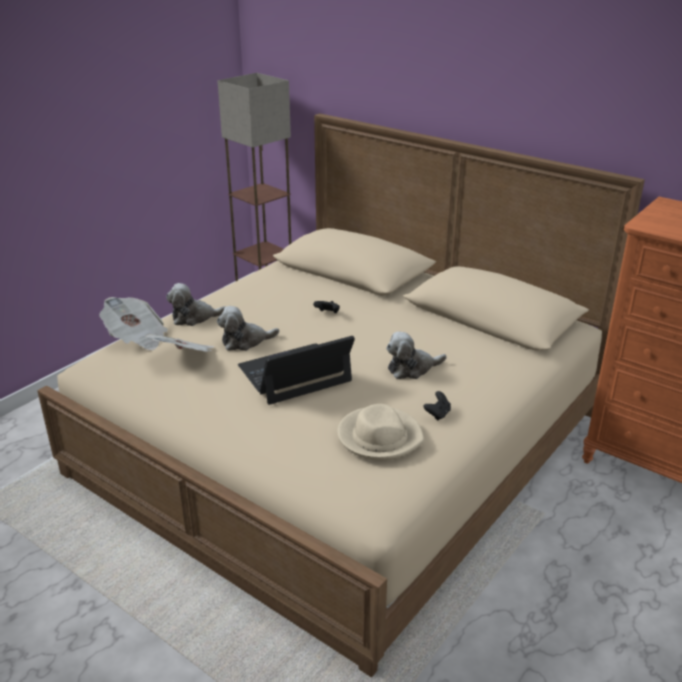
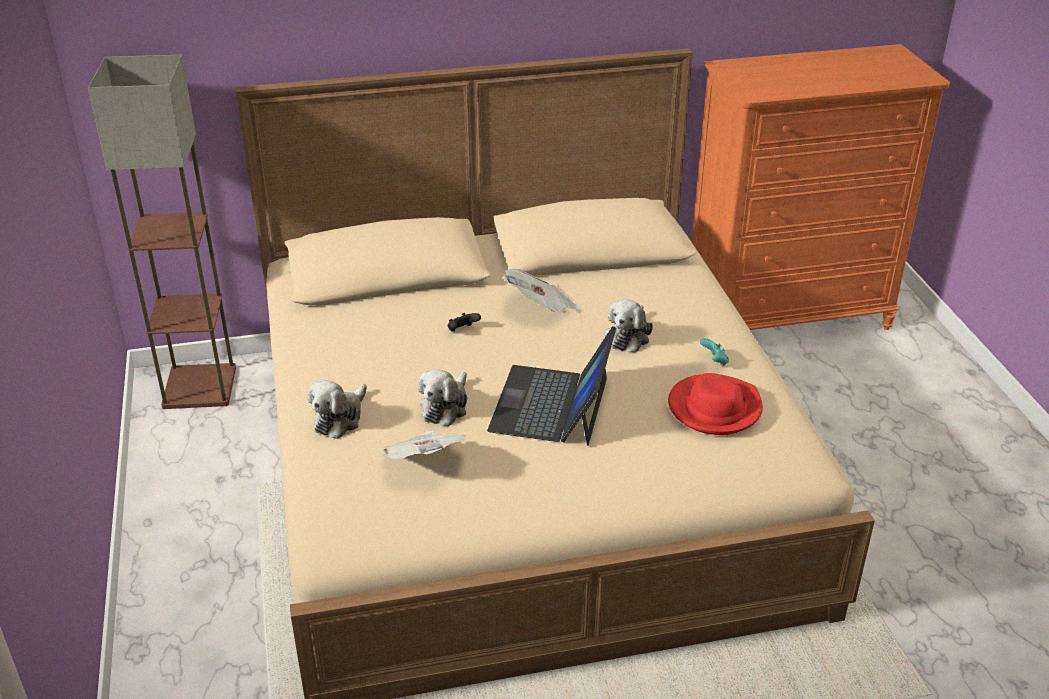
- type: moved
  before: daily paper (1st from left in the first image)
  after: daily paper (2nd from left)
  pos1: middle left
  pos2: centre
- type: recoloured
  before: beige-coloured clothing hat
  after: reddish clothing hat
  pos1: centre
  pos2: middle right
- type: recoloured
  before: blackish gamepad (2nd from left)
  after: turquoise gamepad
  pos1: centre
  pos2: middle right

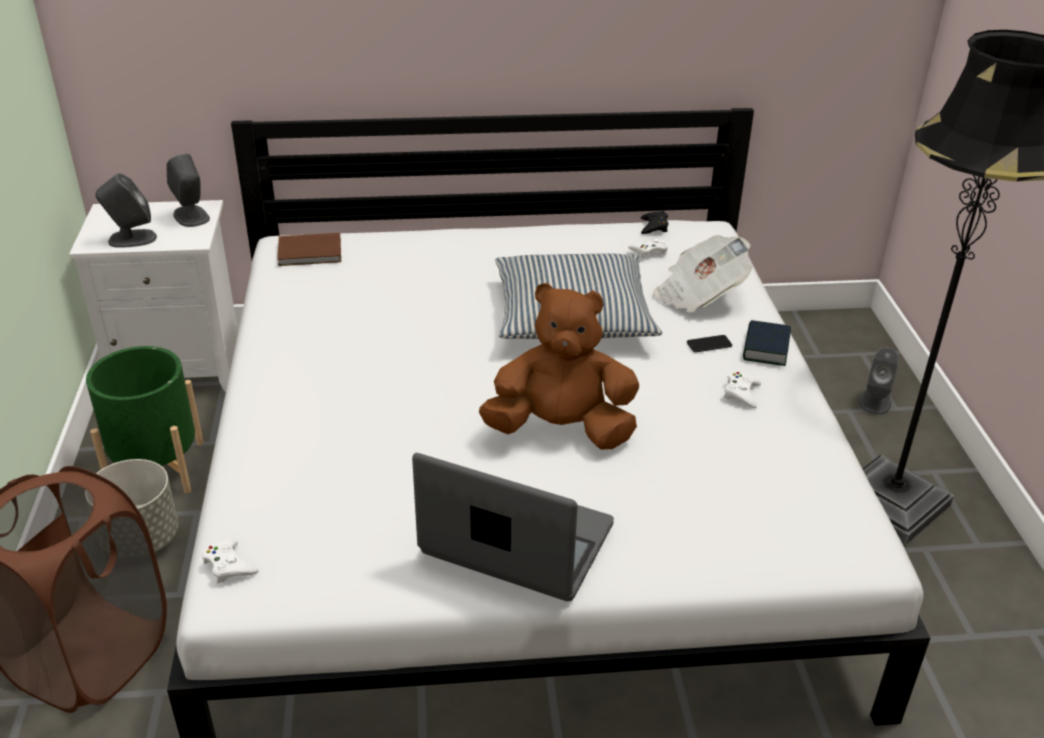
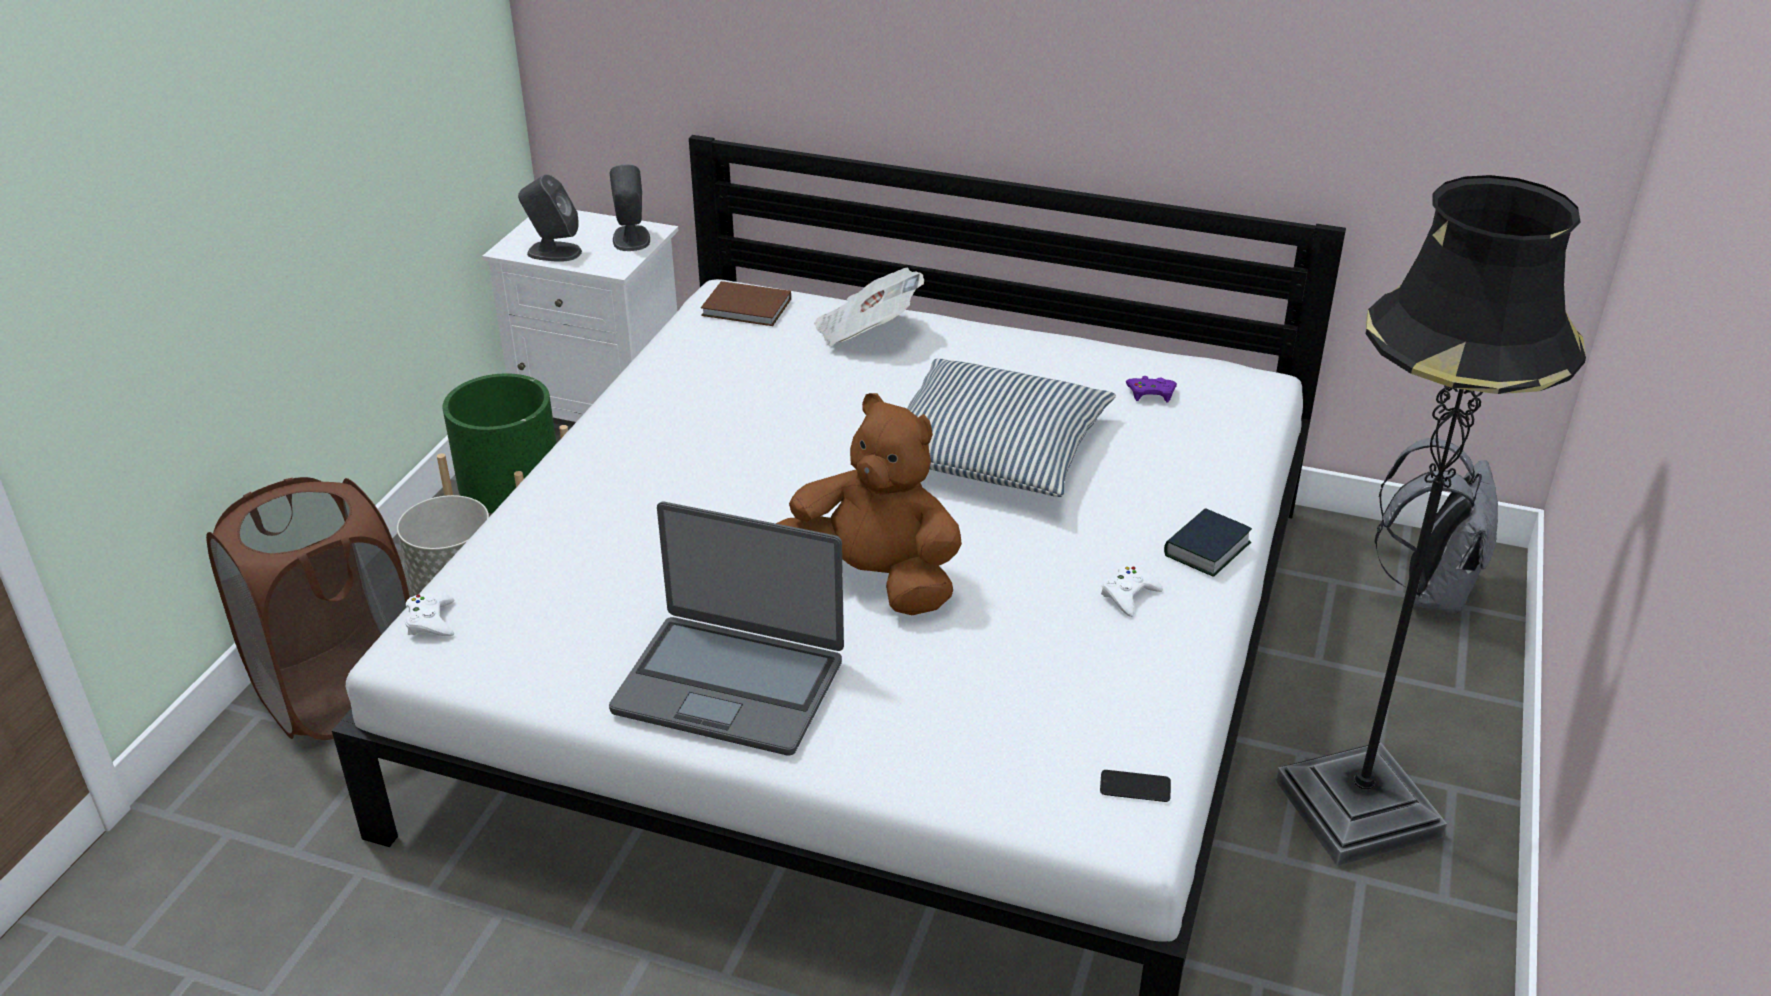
- type: removed
  before: blackish gamepad
  pos1: top centre
- type: removed
  before: gray speaker (3rd from left)
  pos1: middle right
- type: added
  after: gray rucksack
  pos2: middle right
- type: moved
  before: daily paper
  pos1: middle right
  pos2: top centre
- type: moved
  before: handset
  pos1: middle right
  pos2: bottom centre
- type: recoloured
  before: white-coloured gamepad (2nd from left)
  after: purplish gamepad
  pos1: centre
  pos2: centre
- type: turned
  before: notebook computer
  pos1: bottom centre
  pos2: centre
  turn: 150

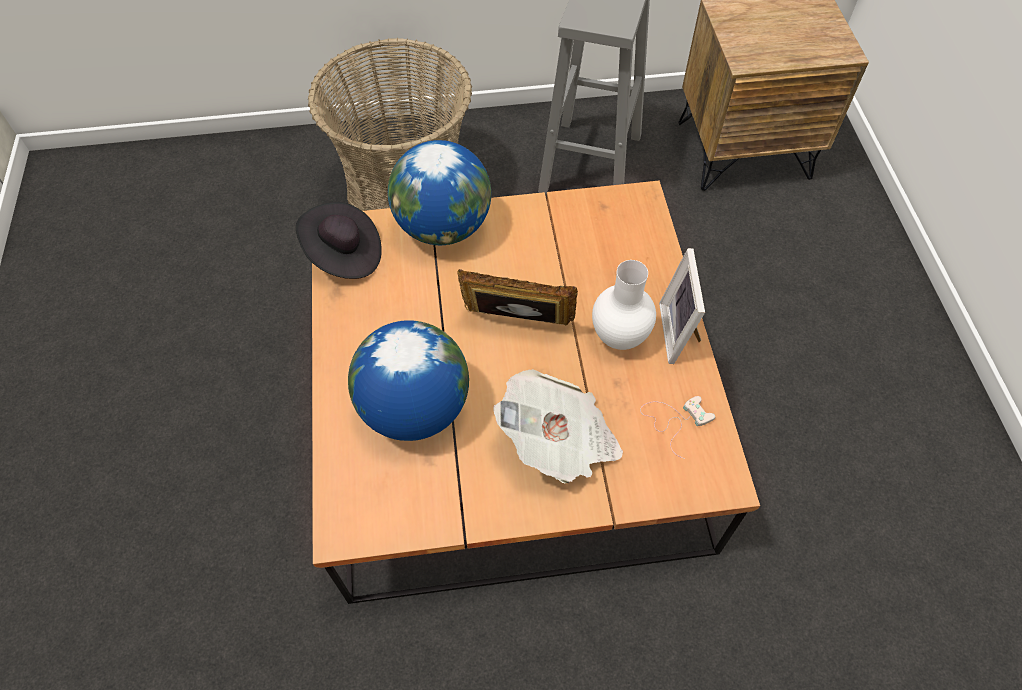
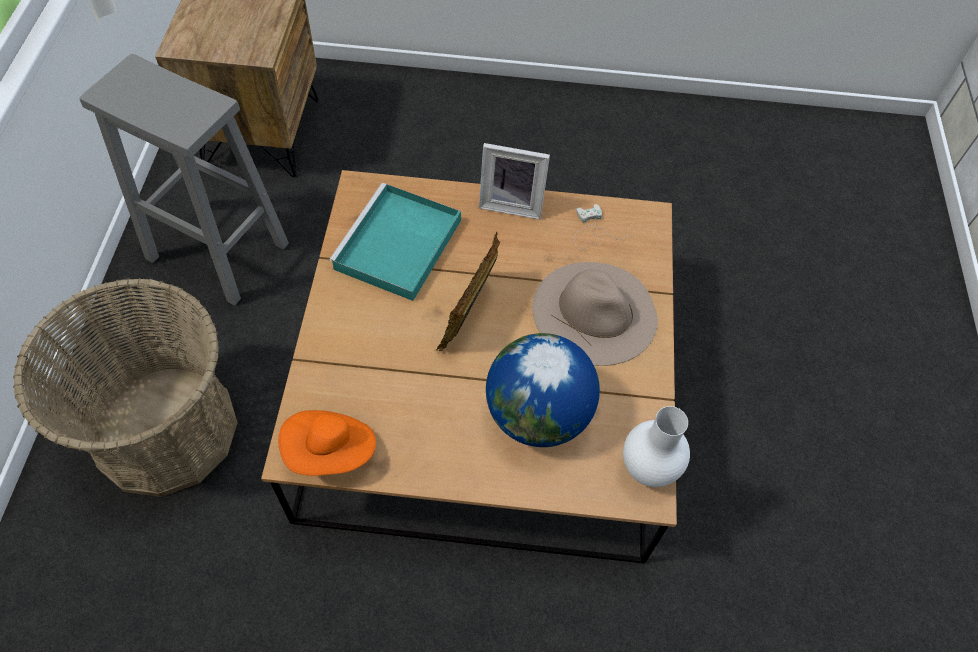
- type: removed
  before: globe (2nd from left)
  pos1: top centre
- type: added
  after: turquoise tray
  pos2: centre
- type: moved
  before: white-coloured vase
  pos1: centre
  pos2: bottom right
- type: replaced
  before: daily paper
  after: beige-coloured clothing hat
  pos1: centre
  pos2: centre
- type: recoloured
  before: blackish clothing hat
  after: orange-coloured clothing hat
  pos1: middle left
  pos2: bottom centre

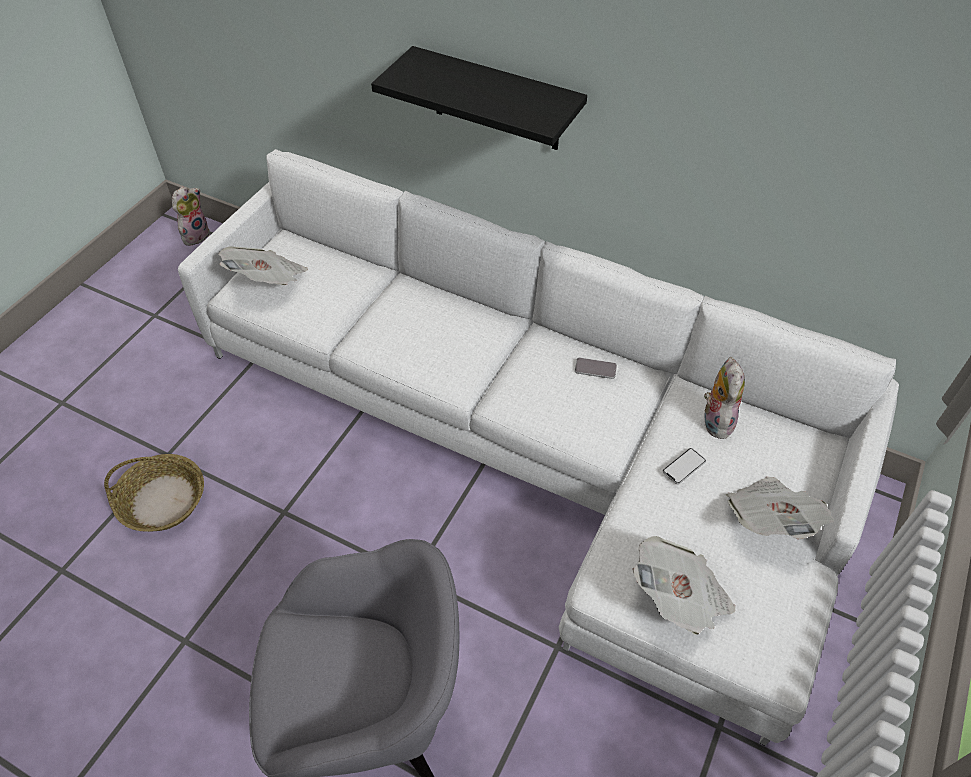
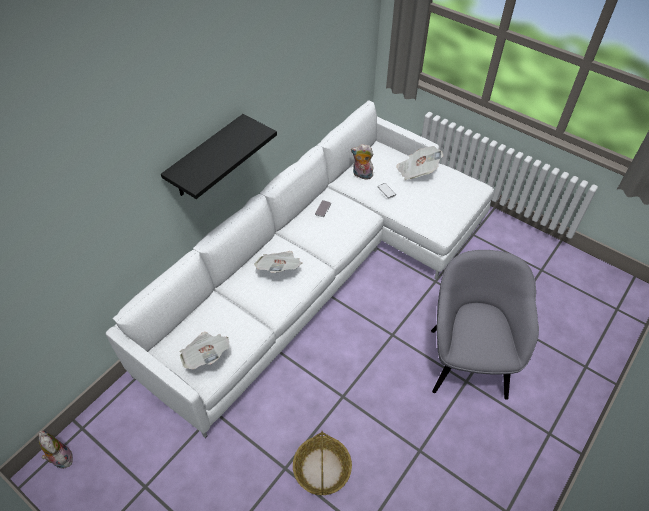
- type: moved
  before: daily paper (2nd from left)
  pos1: bottom right
  pos2: centre

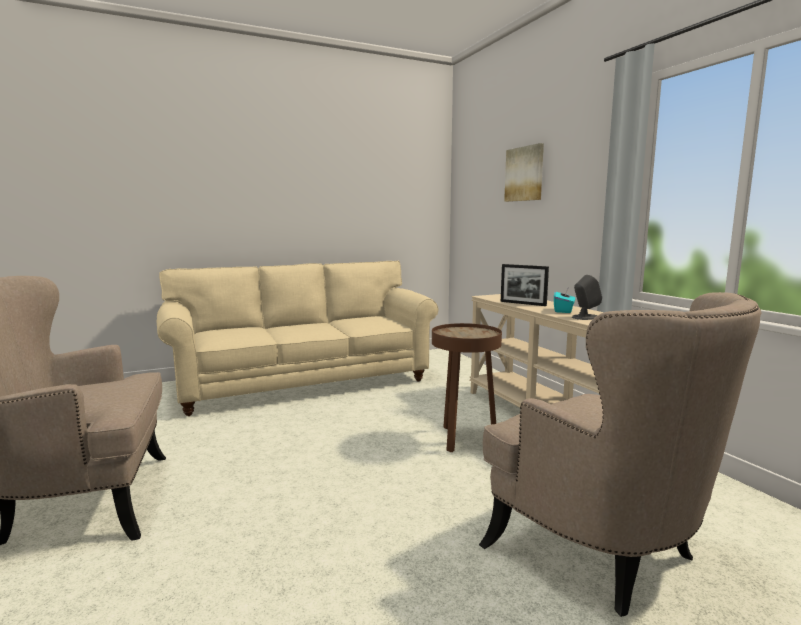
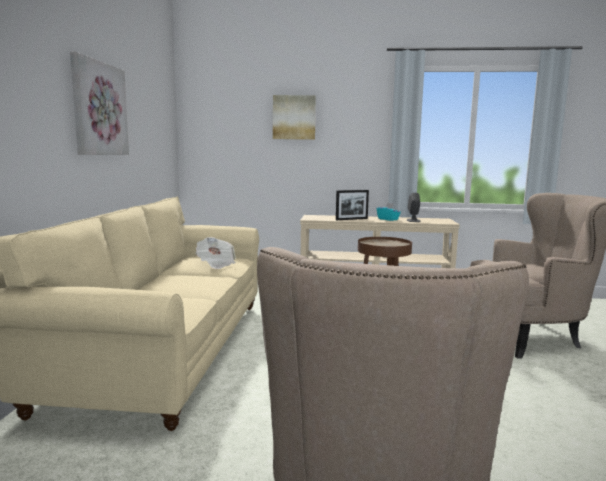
- type: added
  after: picture (1st from left)
  pos2: top left
- type: added
  after: daily paper
  pos2: centre

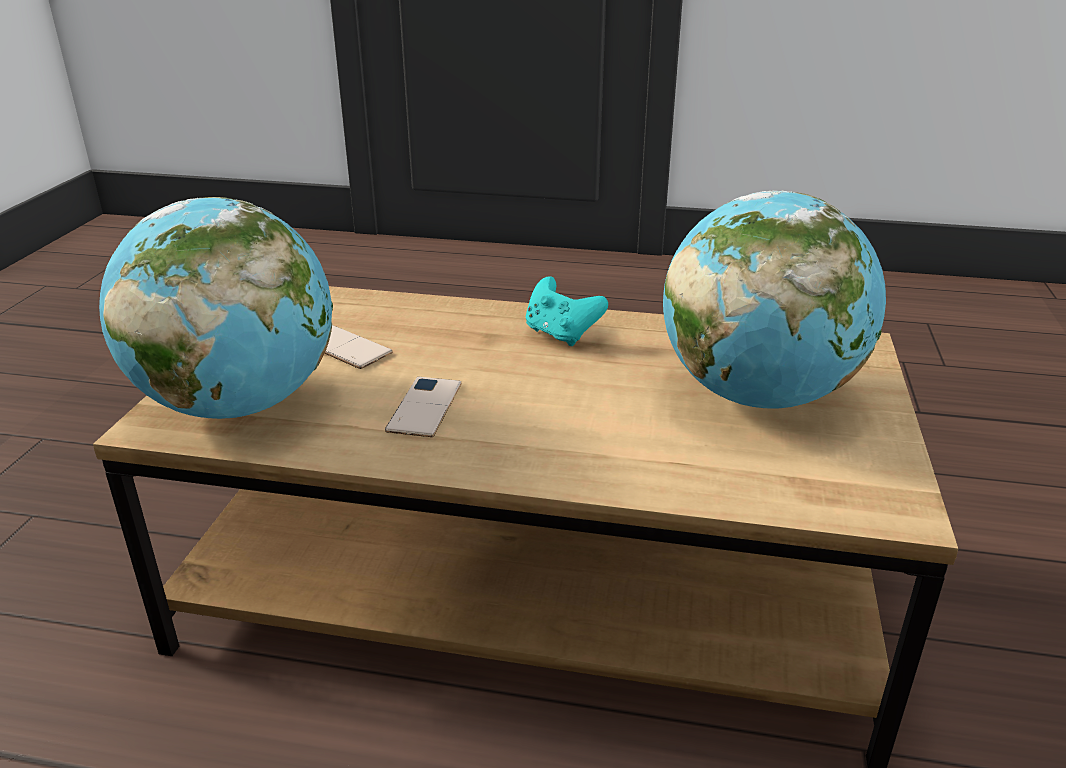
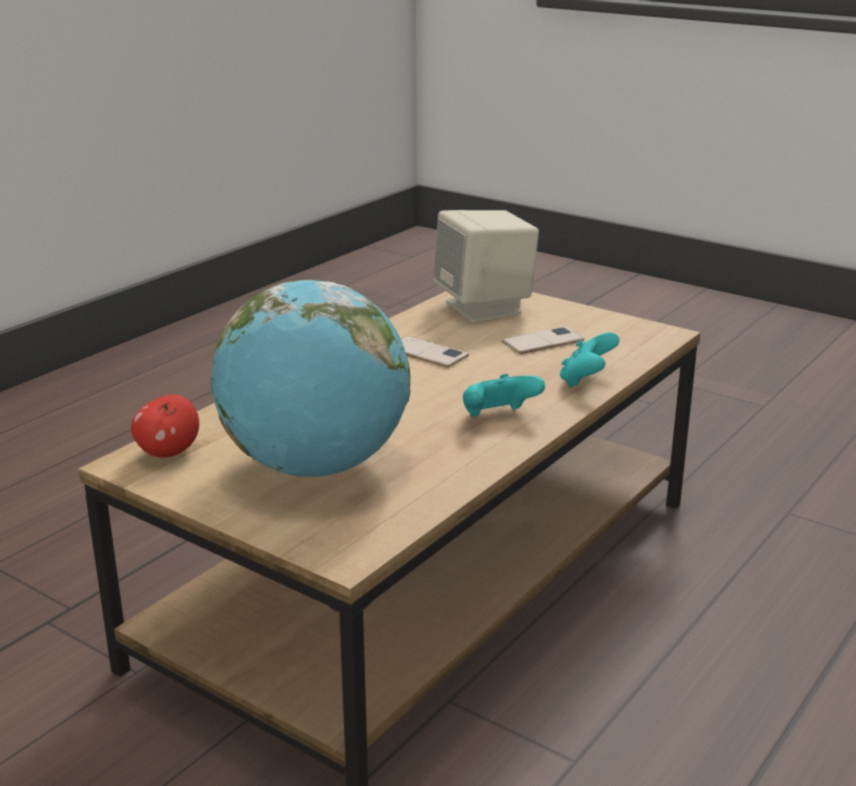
- type: added
  after: apple
  pos2: middle left
- type: added
  after: turquoise gamepad (2nd from left)
  pos2: middle right
- type: replaced
  before: globe (1st from left)
  after: beige-coloured speaker
  pos1: middle left
  pos2: centre

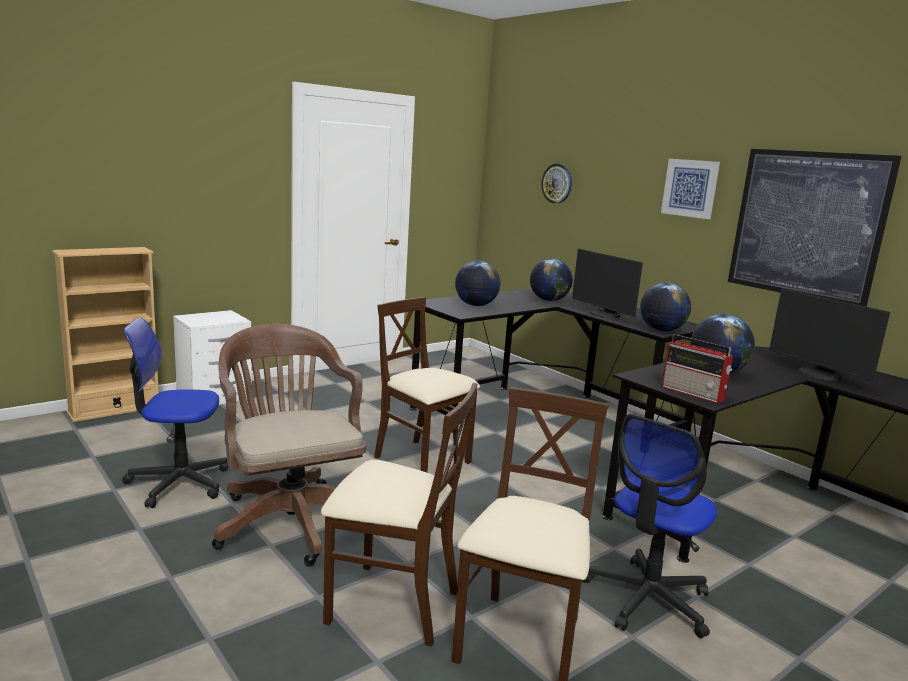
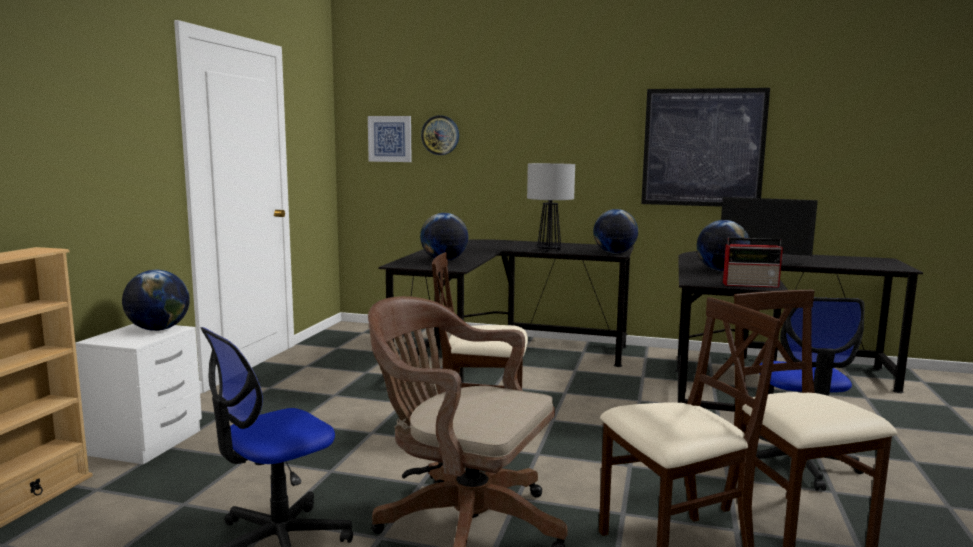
- type: moved
  before: globe (2nd from left in the first image)
  after: globe (1st from left)
  pos1: centre
  pos2: middle left
- type: moved
  before: picture (1st from left)
  pos1: top right
  pos2: top centre
- type: replaced
  before: computer screen (1st from left)
  after: tabletop lamp
  pos1: middle right
  pos2: centre

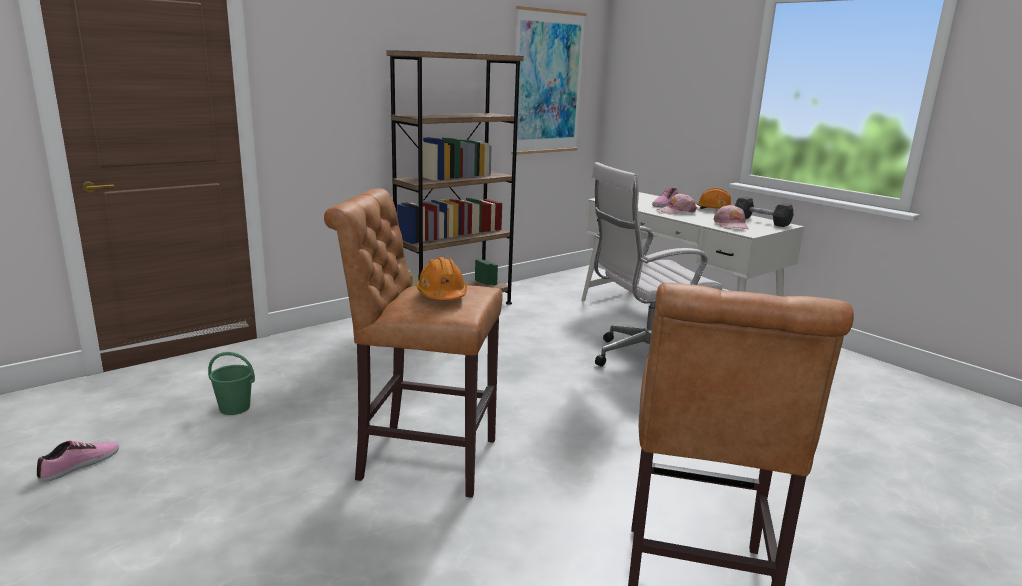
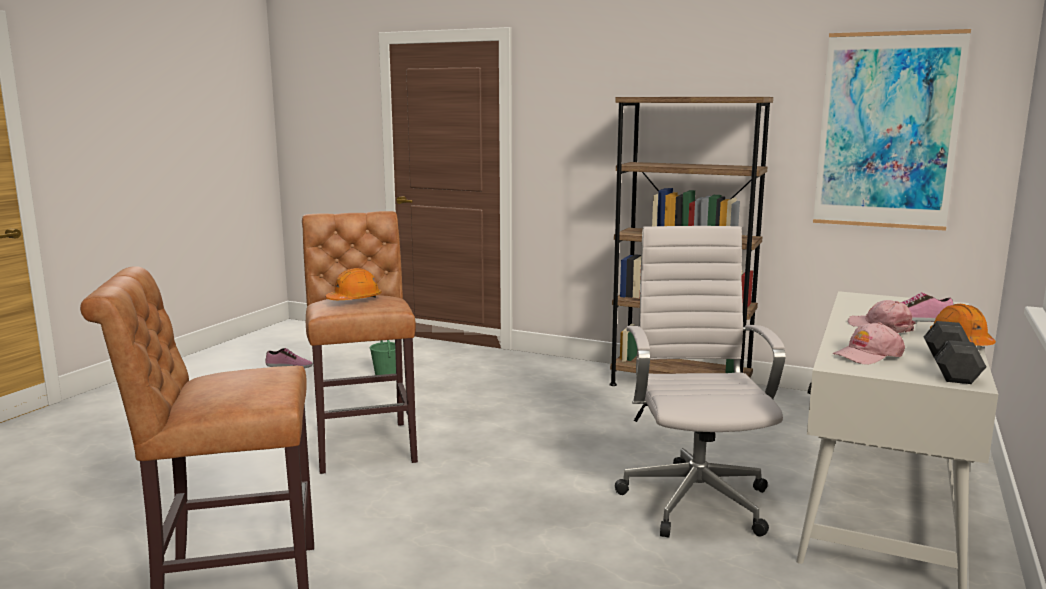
- type: turned
  before: white-coloured desk chair
  pos1: centre
  pos2: middle right
  turn: 45

